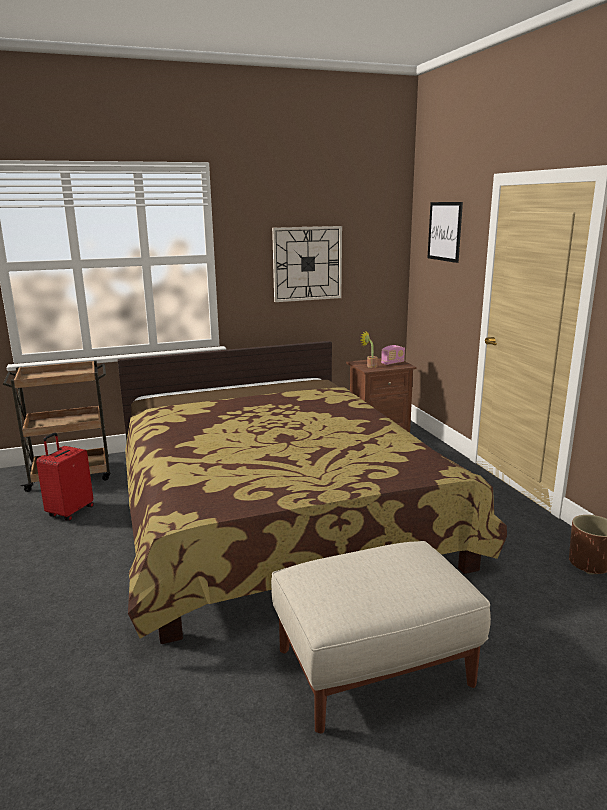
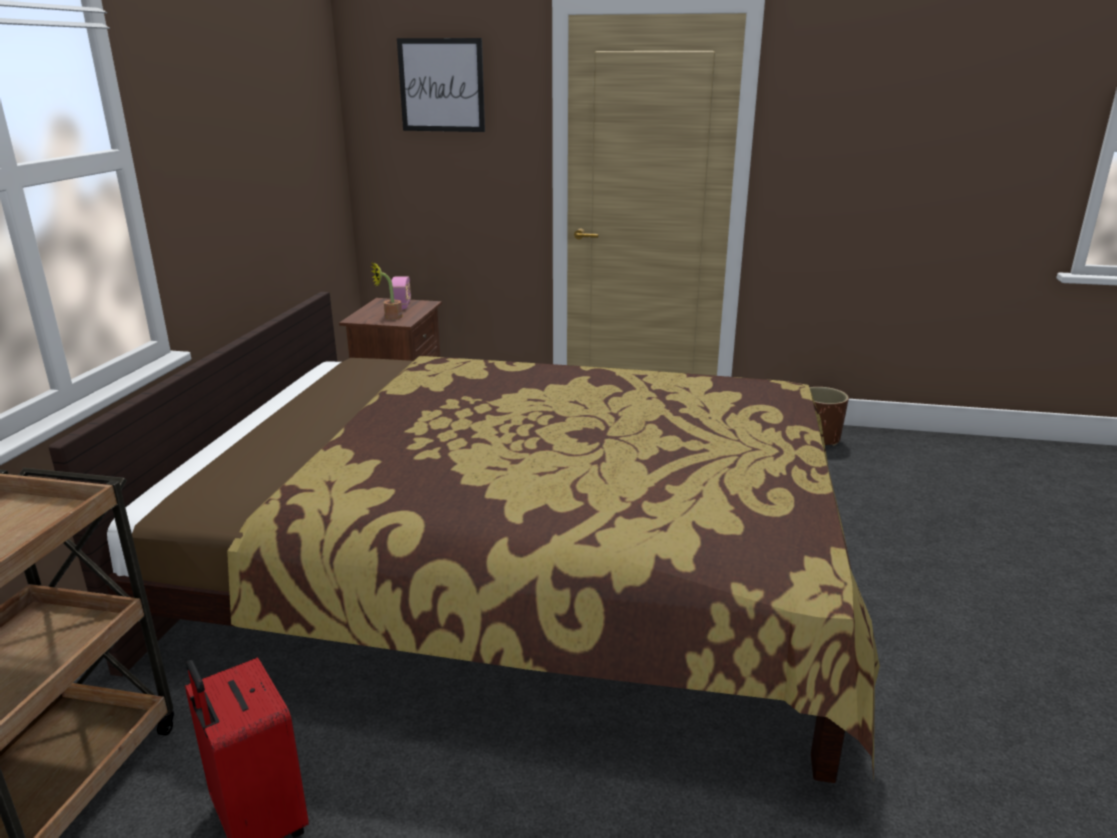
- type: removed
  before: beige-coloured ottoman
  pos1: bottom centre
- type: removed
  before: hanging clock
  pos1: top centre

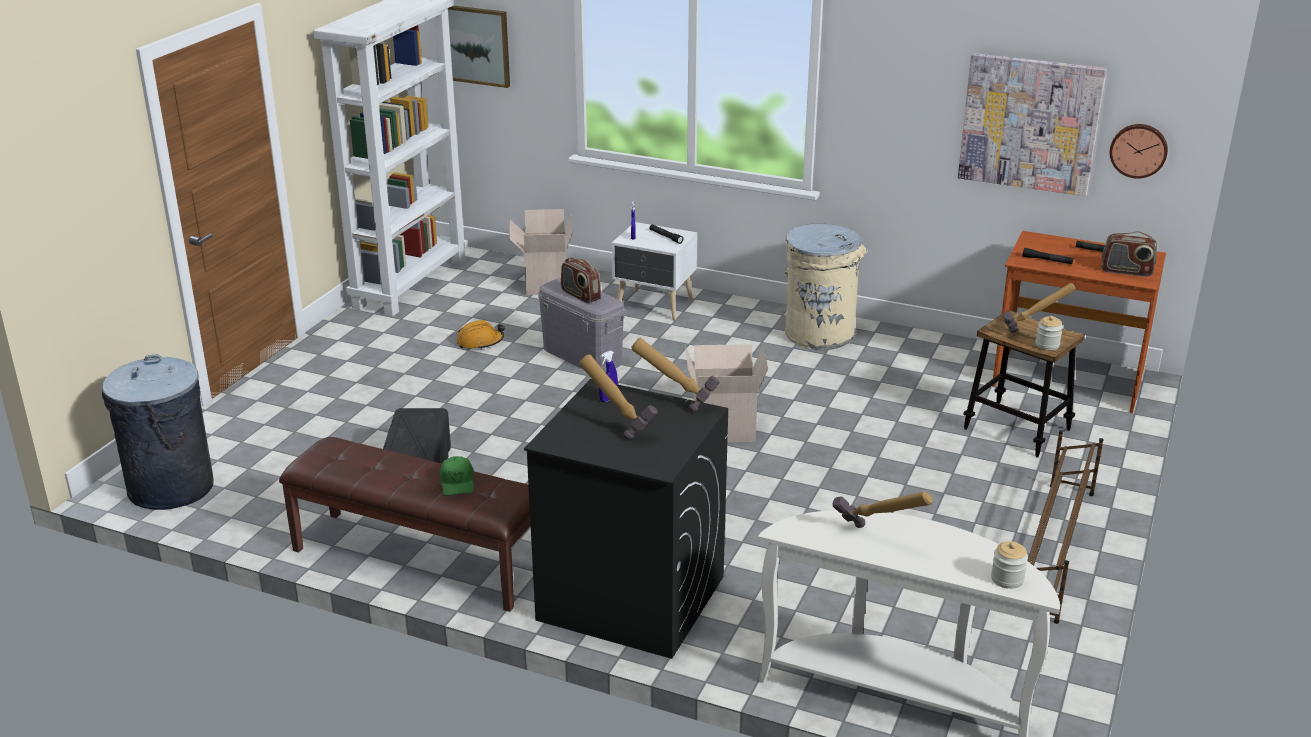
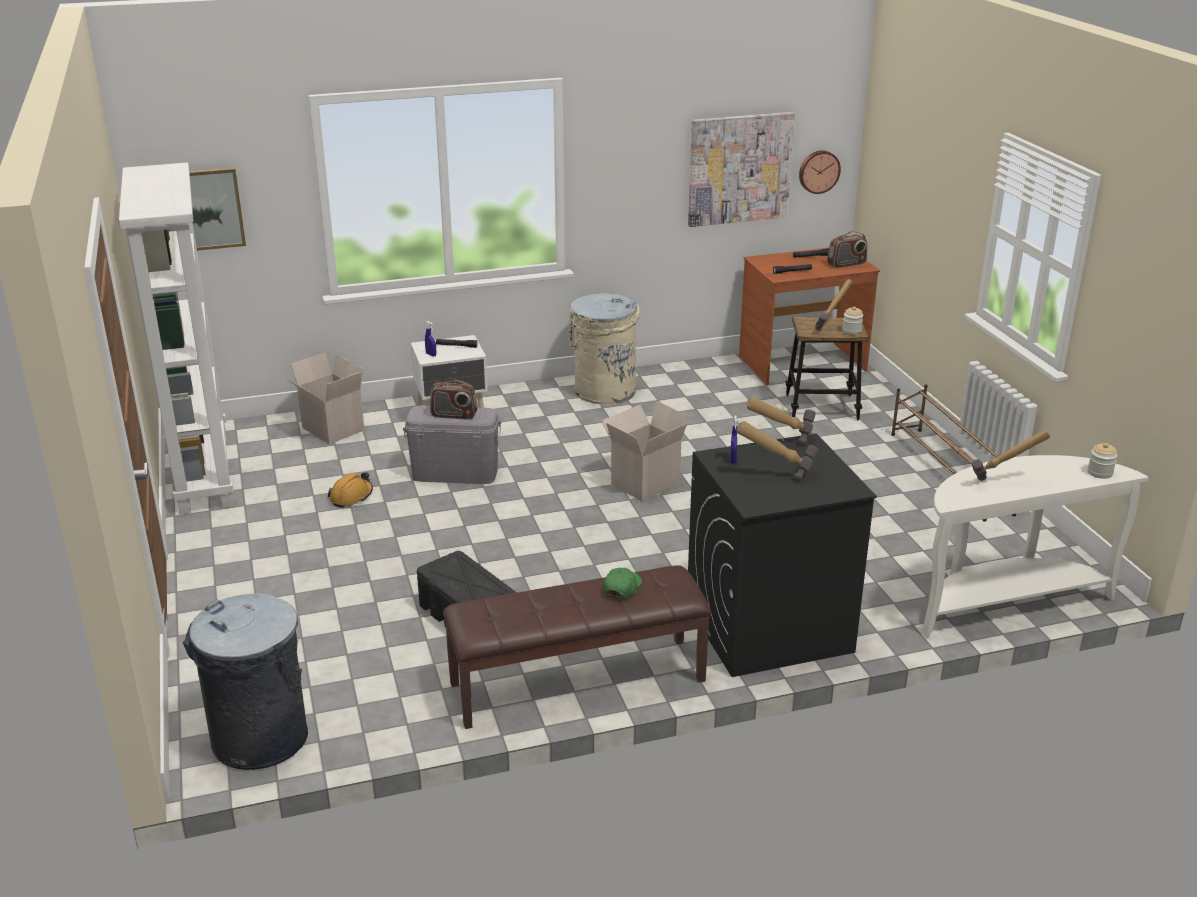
- type: turned
  before: green peaked cap
  pos1: centre
  pos2: centre
  turn: -105

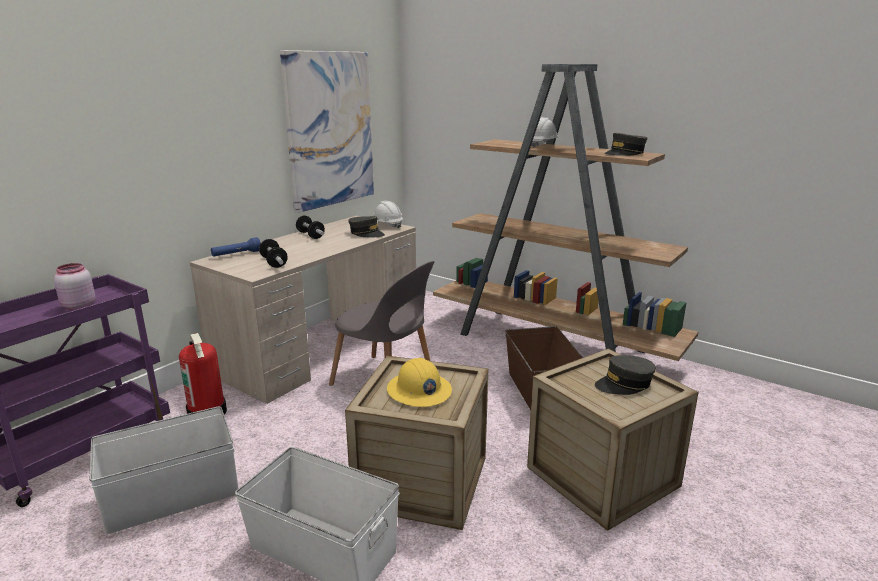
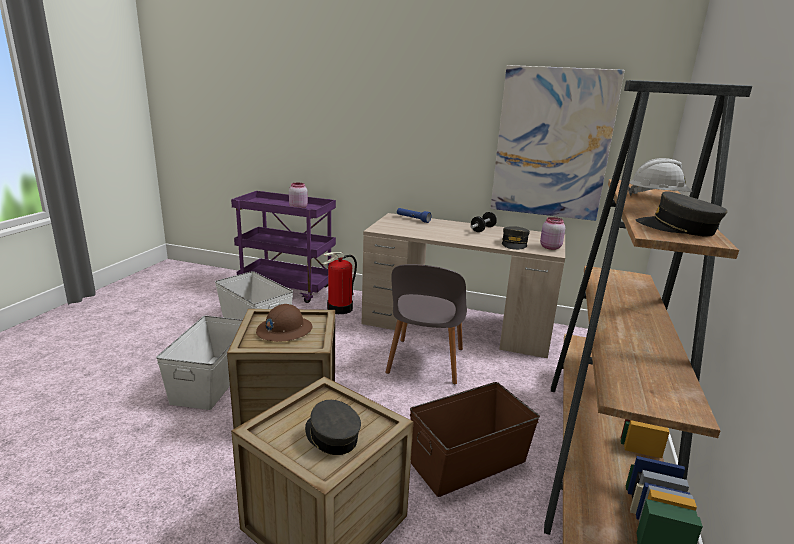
- type: removed
  before: hand weight (1st from left)
  pos1: middle left
- type: replaced
  before: white-coloured work helmet (1st from left)
  after: pink storage jar (2nd from left)
  pos1: centre
  pos2: middle right
- type: recoloured
  before: yellowish work helmet
  after: brown work helmet
  pos1: centre
  pos2: centre

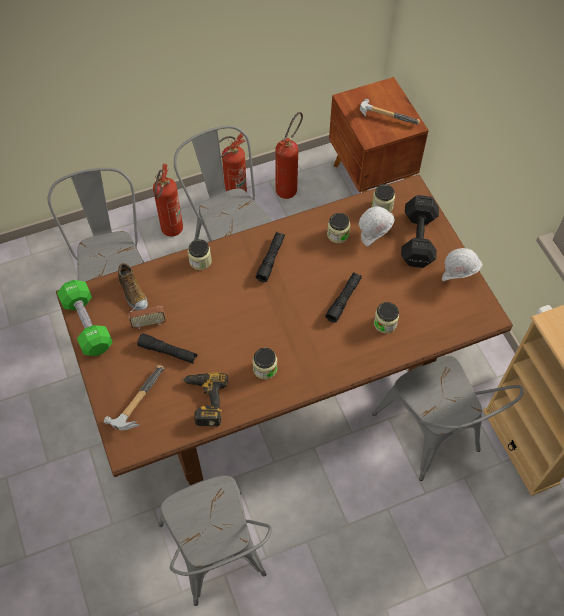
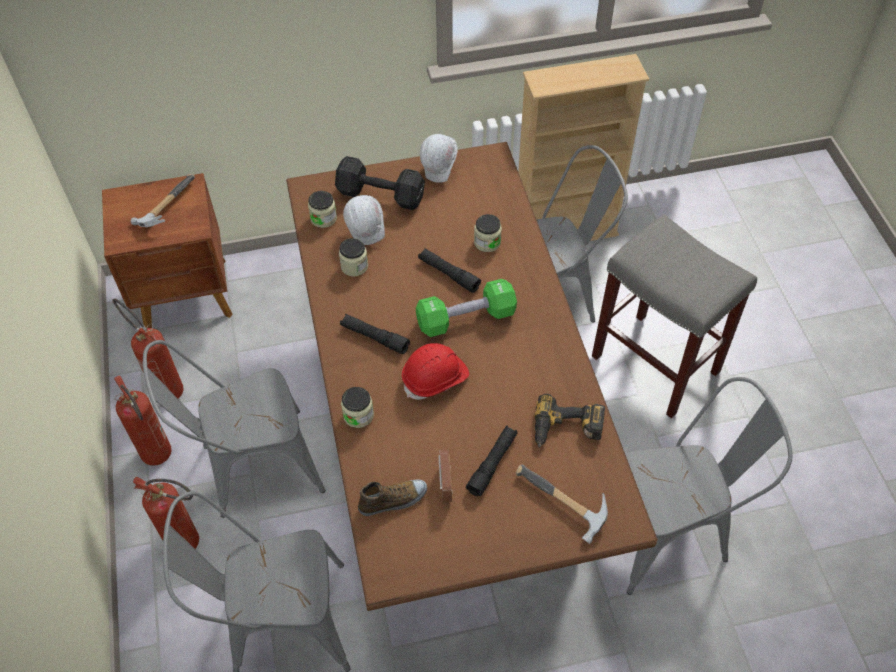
- type: removed
  before: storage jar (2nd from left)
  pos1: centre
- type: added
  after: reddish work helmet
  pos2: centre
- type: added
  after: gray stool seat
  pos2: middle right
- type: moved
  before: green hand weight
  pos1: middle left
  pos2: centre

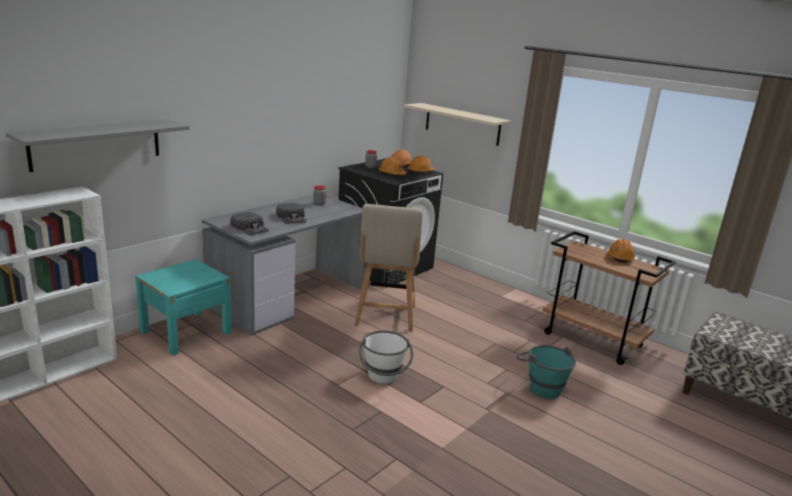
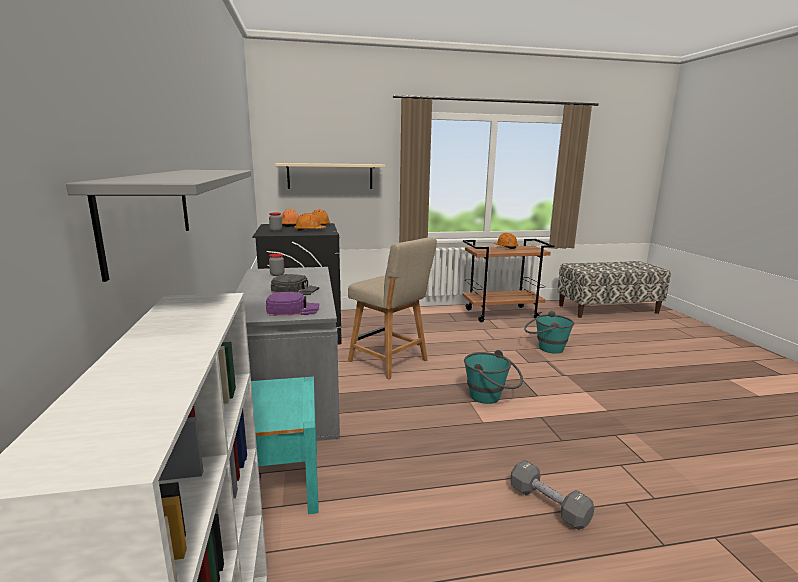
- type: added
  after: gray hand weight
  pos2: bottom right
- type: recoloured
  before: blackish peaked cap (1st from left)
  after: purplish peaked cap
  pos1: middle left
  pos2: centre
- type: recoloured
  before: white-coloured pail
  after: turquoise pail (1st from left)
  pos1: bottom centre
  pos2: centre

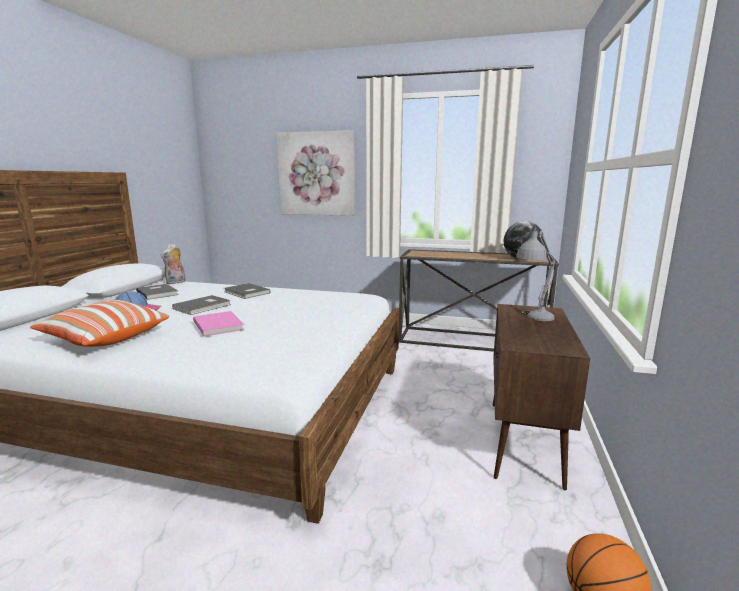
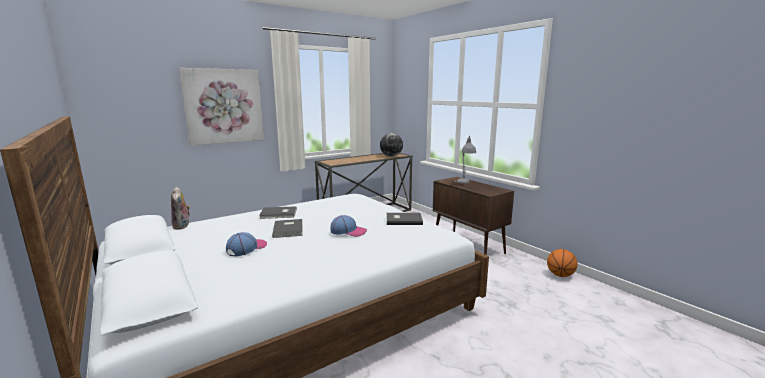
- type: removed
  before: cushion
  pos1: middle left
- type: moved
  before: gray book (1st from left in the first image)
  after: gray book (3rd from left)
  pos1: middle left
  pos2: centre
- type: replaced
  before: pink book
  after: peaked cap (2nd from left)
  pos1: middle left
  pos2: centre

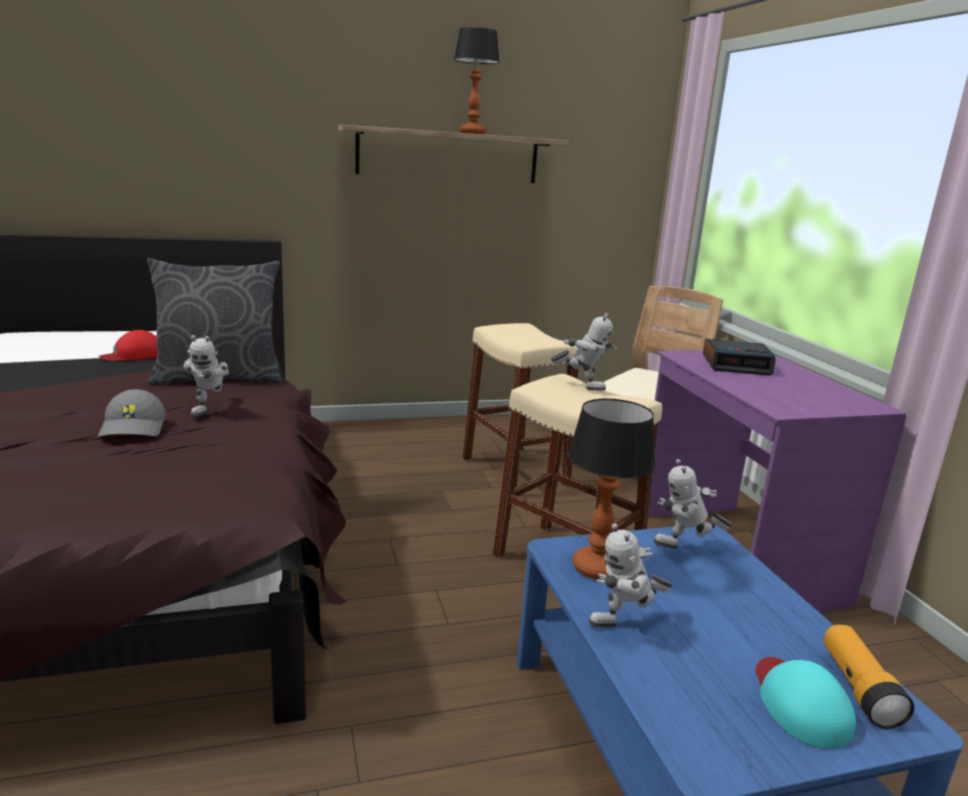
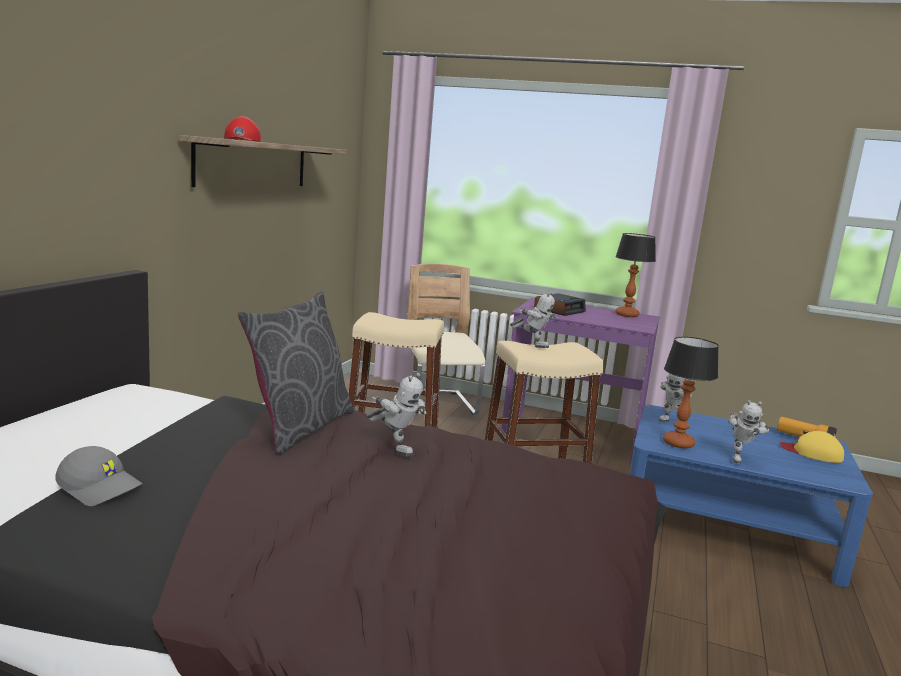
- type: moved
  before: reddish peaked cap
  pos1: middle left
  pos2: top left
- type: moved
  before: gray peaked cap
  pos1: middle left
  pos2: bottom left
- type: moved
  before: tabletop lamp (1st from left)
  pos1: top centre
  pos2: middle right
- type: recoloured
  before: turquoise peaked cap
  after: yellowish peaked cap
  pos1: bottom right
  pos2: middle right
- type: turned
  before: robot figure (2nd from left)
  pos1: centre
  pos2: centre
  turn: 60

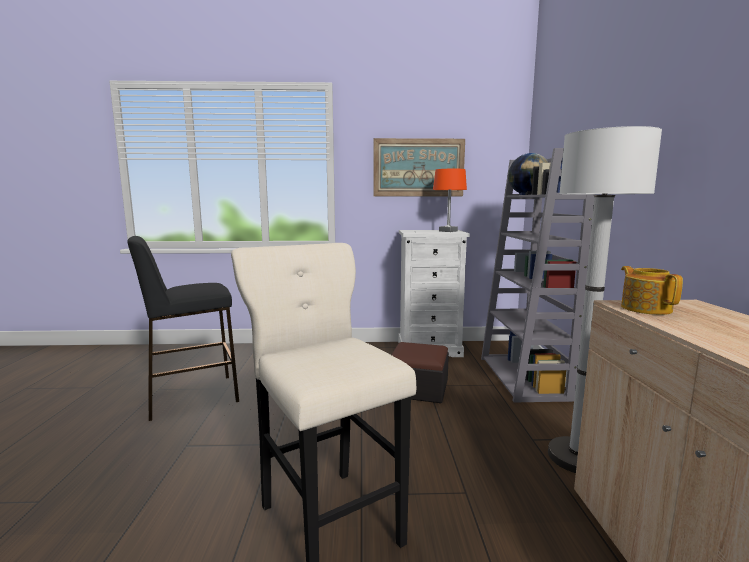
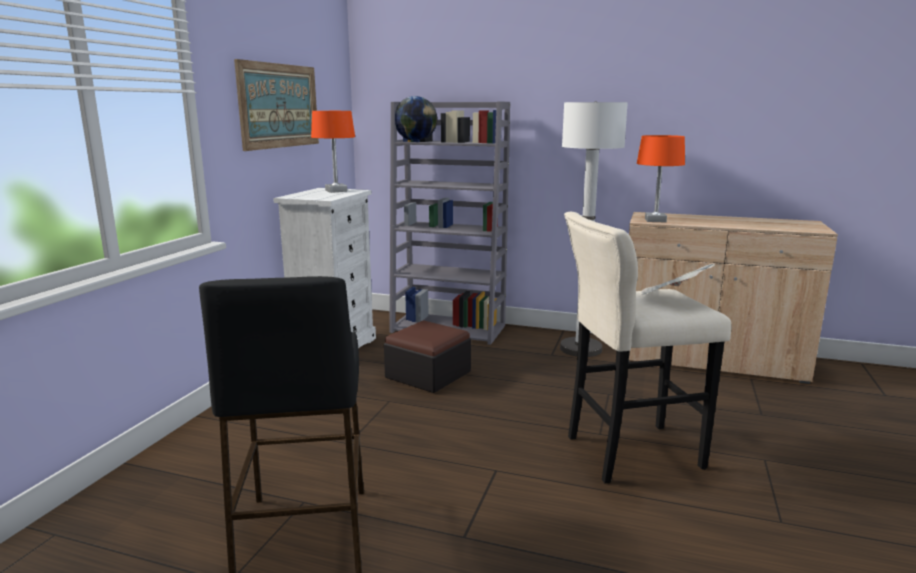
- type: added
  after: daily paper
  pos2: middle right
- type: replaced
  before: teapot
  after: orange-coloured tabletop lamp (2nd from left)
  pos1: middle right
  pos2: top right

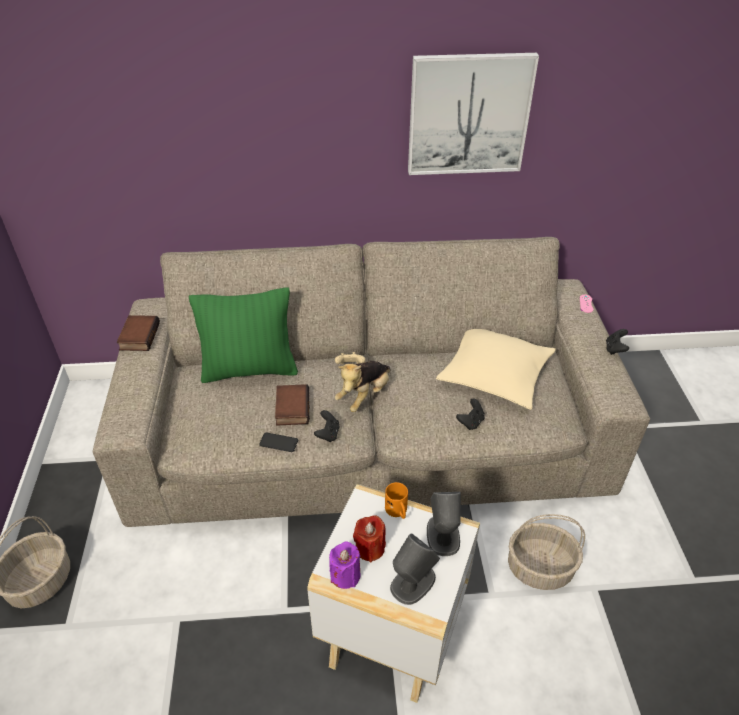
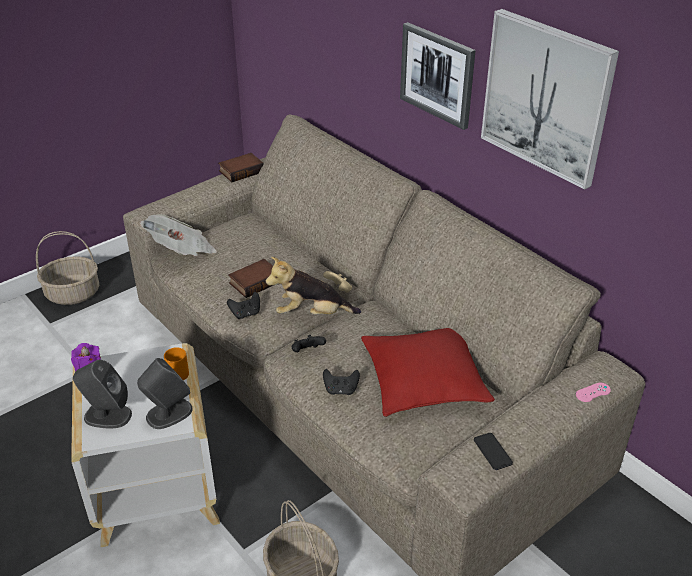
- type: removed
  before: green cushion
  pos1: middle left
- type: removed
  before: reddish wax light
  pos1: bottom centre
- type: added
  after: daily paper
  pos2: middle left
- type: added
  after: picture (1st from left)
  pos2: top centre
- type: moved
  before: handset
  pos1: centre
  pos2: bottom right
- type: moved
  before: blackish gamepad (3rd from left in the first image)
  after: blackish gamepad (2nd from left)
  pos1: middle right
  pos2: centre
- type: recoloured
  before: beige-coloured cushion
  after: reddish cushion
  pos1: middle right
  pos2: centre

